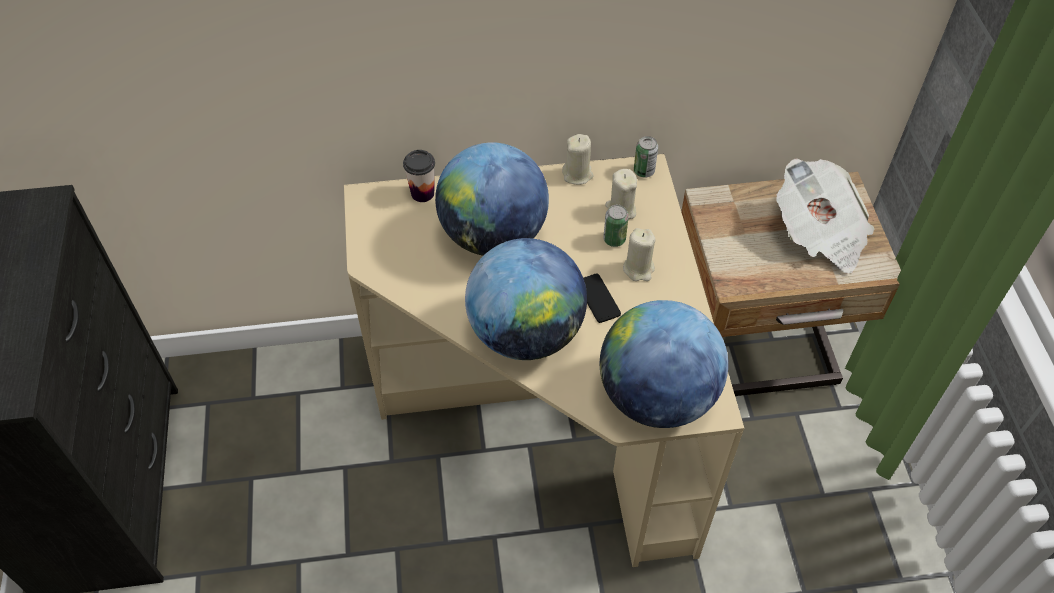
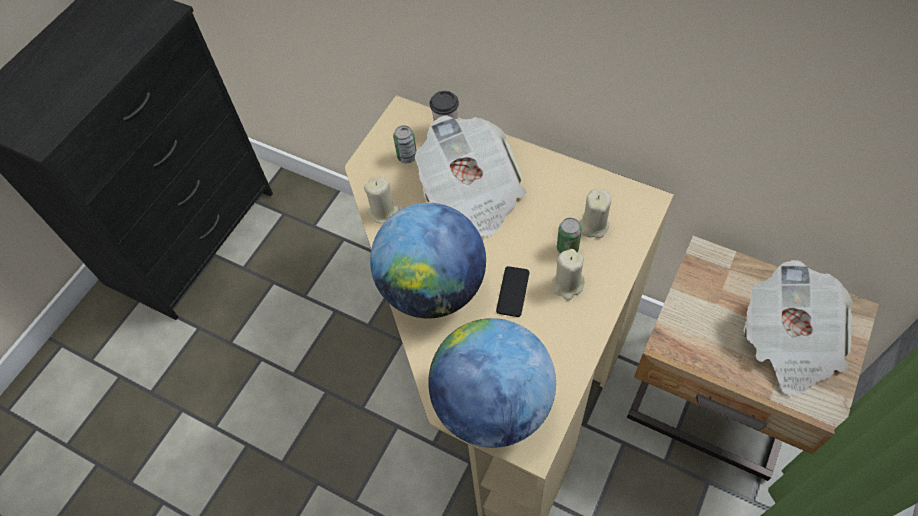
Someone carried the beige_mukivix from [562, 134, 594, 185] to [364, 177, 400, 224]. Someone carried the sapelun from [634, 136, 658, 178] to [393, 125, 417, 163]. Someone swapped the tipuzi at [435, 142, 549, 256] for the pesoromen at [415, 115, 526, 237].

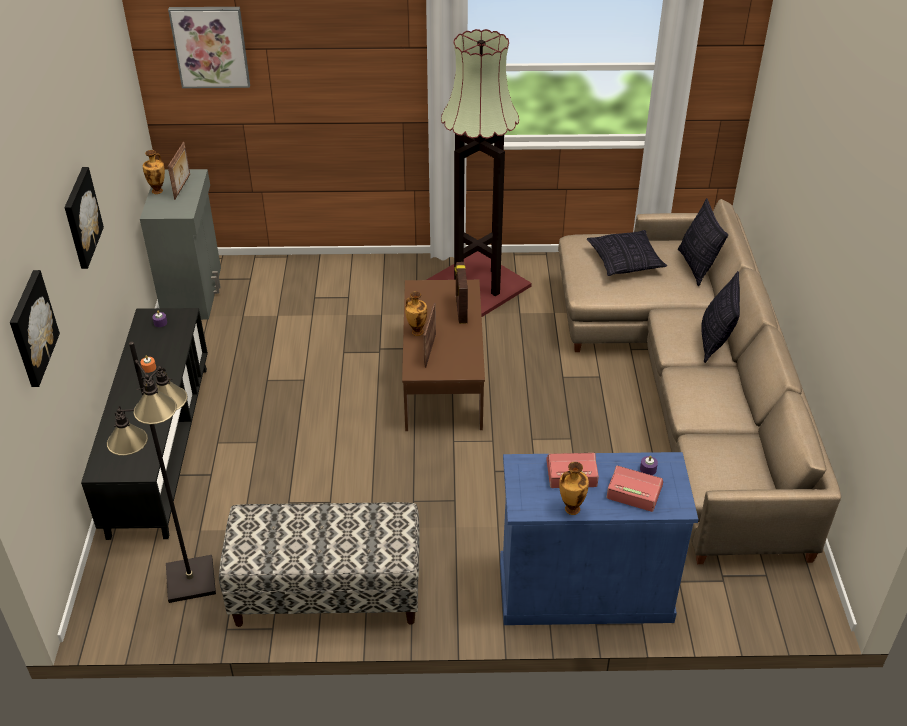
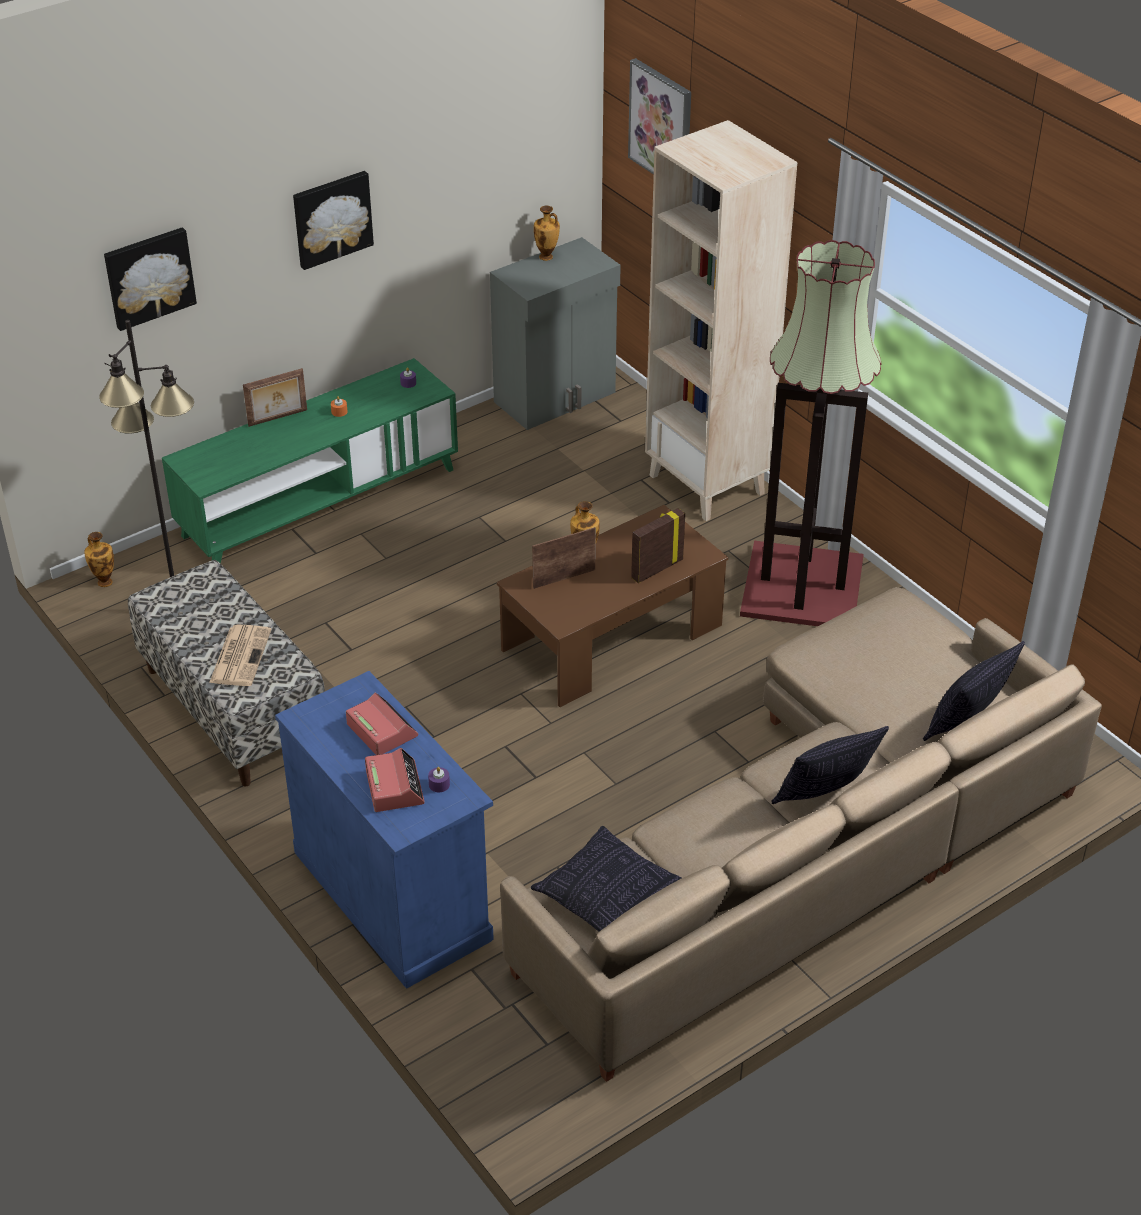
Someone carried the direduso from [168, 142, 190, 200] to [243, 368, 307, 427]. Someone carried the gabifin from [587, 230, 667, 276] to [531, 826, 682, 932]. Someone repainted the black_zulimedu at [81, 308, 208, 540], which became the green_zulimedu at [162, 358, 458, 564]. Someone carried the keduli from [559, 462, 589, 515] to [84, 532, 114, 587]. Someone put down the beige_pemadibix at [645, 120, 797, 521]. Someone put down the pesoromen at [209, 625, 271, 686].

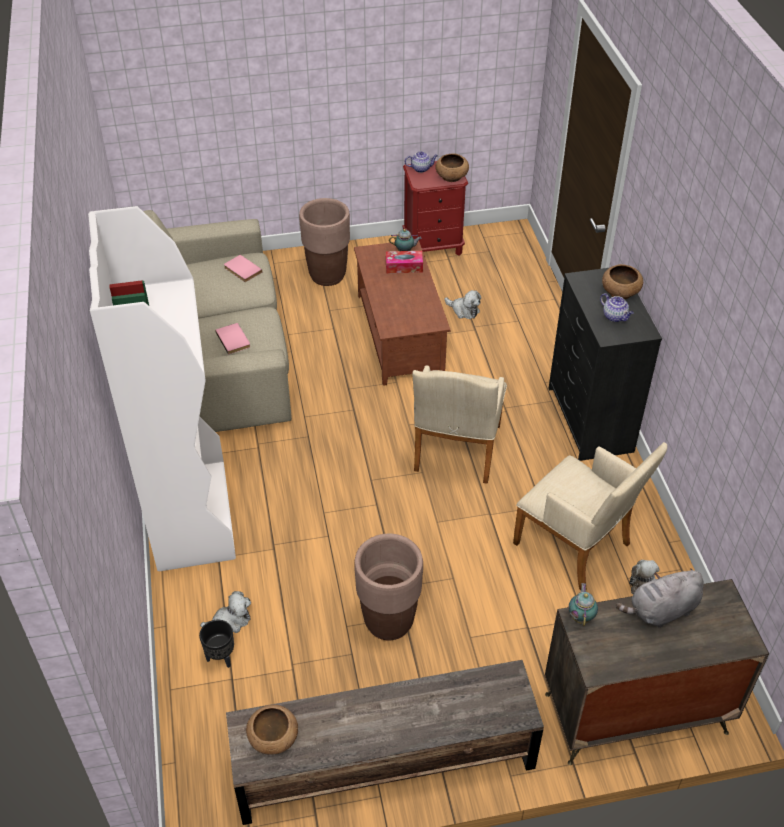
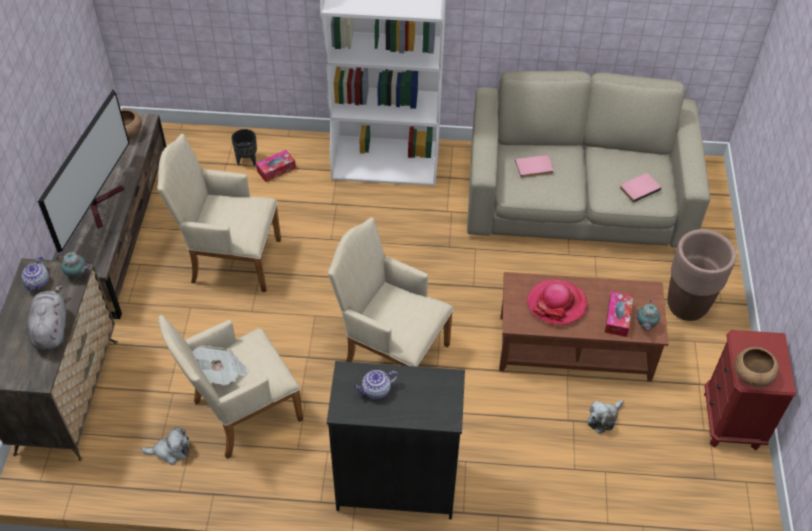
Someone carried the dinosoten from [405, 151, 438, 173] to [22, 257, 49, 291]. Someone took away the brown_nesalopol at [602, 264, 643, 299]. Someone swapped the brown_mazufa at [354, 534, 423, 640] for the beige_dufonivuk at [157, 134, 281, 292]. Someone swapped the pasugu at [200, 591, 251, 633] for the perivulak at [256, 150, 296, 182]. Someone put down the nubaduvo at [38, 90, 130, 253]. Someone put down the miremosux at [527, 279, 588, 326]. Someone put down the pesoromen at [192, 345, 249, 386].

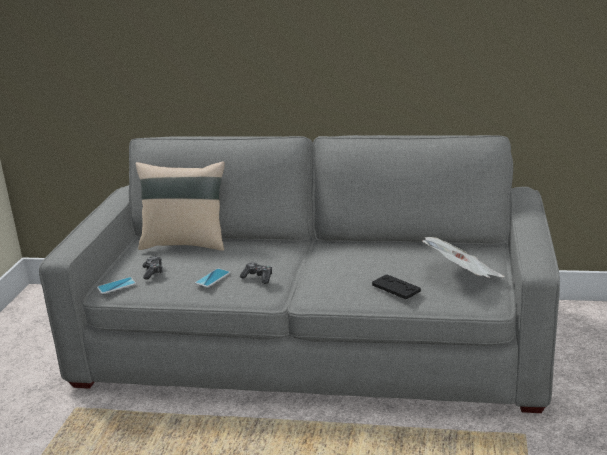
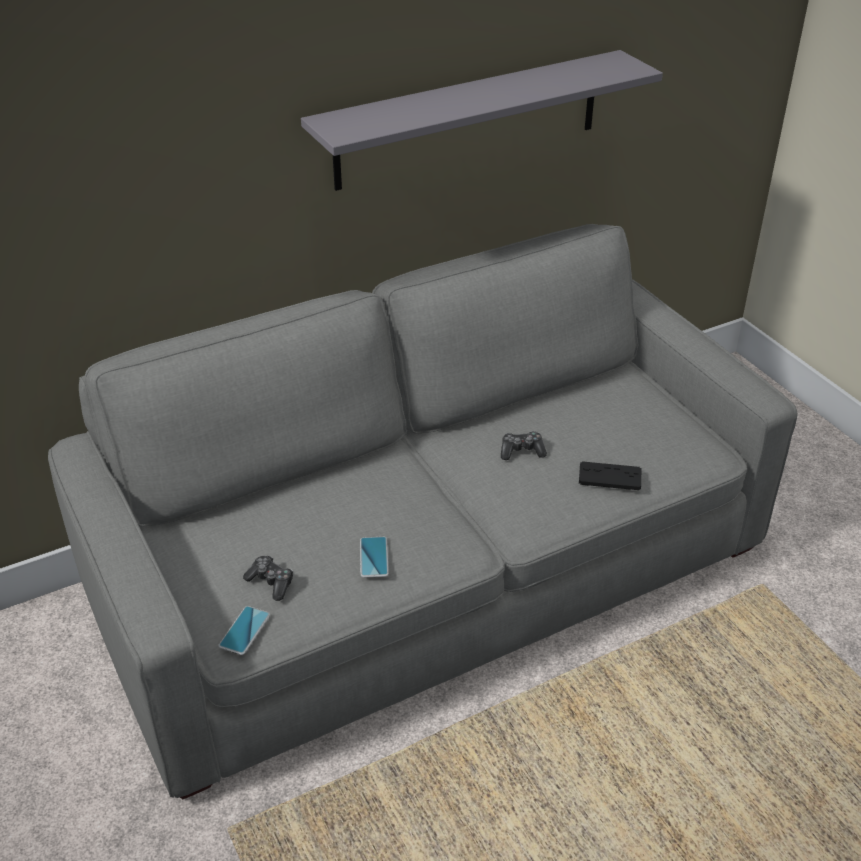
Someone took away the beige_gabifin at [136, 161, 225, 251]. Someone took away the pesoromen at [422, 237, 505, 278]. Someone carried the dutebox from [240, 262, 272, 284] to [501, 431, 547, 460]. Someone put up the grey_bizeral at [301, 50, 663, 191].

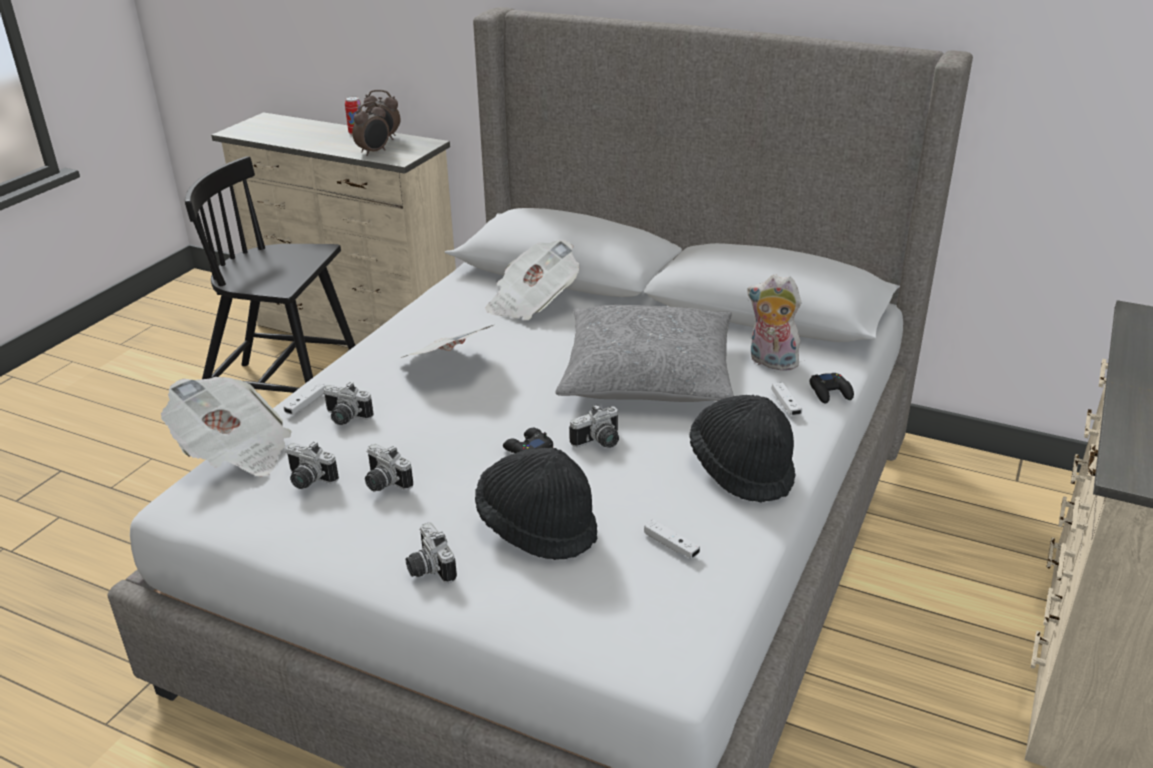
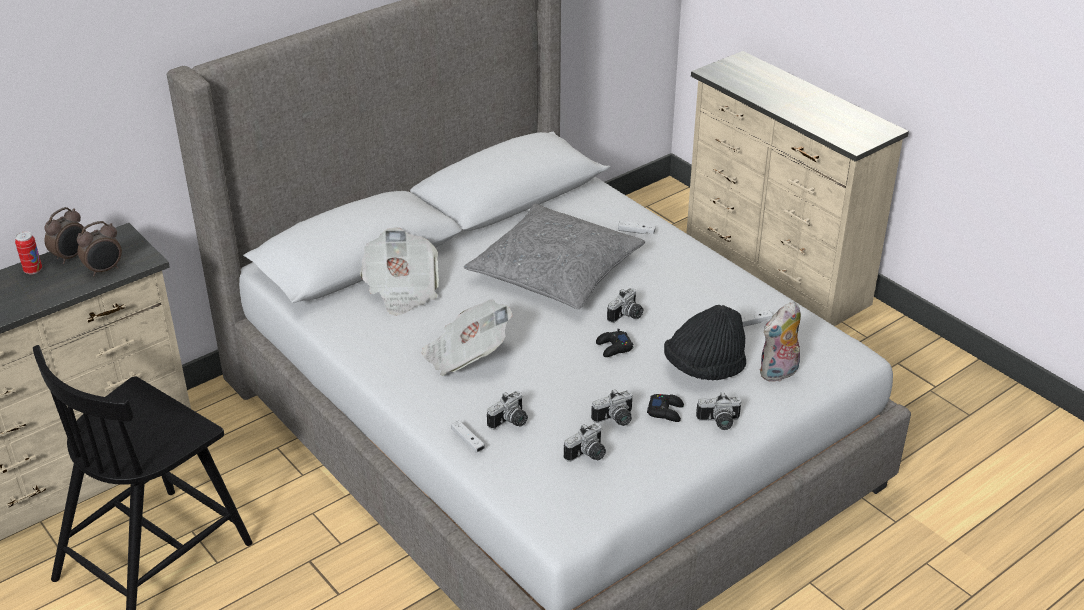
Someone rotated the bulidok at [352, 102, 389, 156] by 75 degrees clockwise. Someone carried the pasugu from [747, 274, 802, 371] to [760, 302, 801, 383]. Someone carried the black_dutebox from [809, 373, 854, 404] to [647, 394, 684, 422]. Someone took away the pesoromen at [161, 377, 292, 476]. Someone took away the black_miremosux at [689, 395, 796, 503]. Someone rotated the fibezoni at [569, 404, 619, 448] by 45 degrees clockwise.

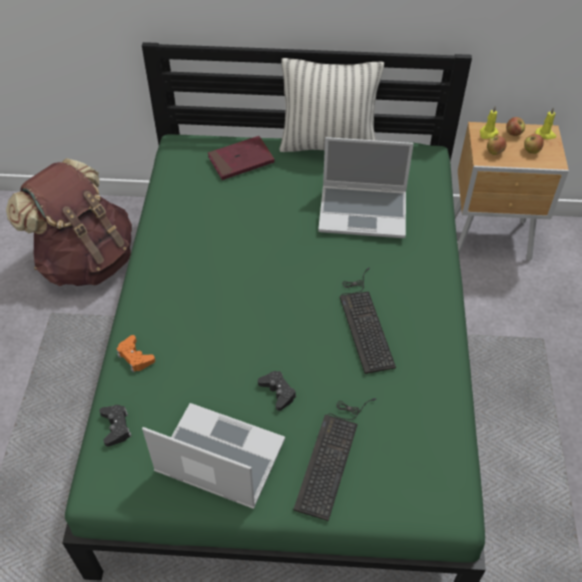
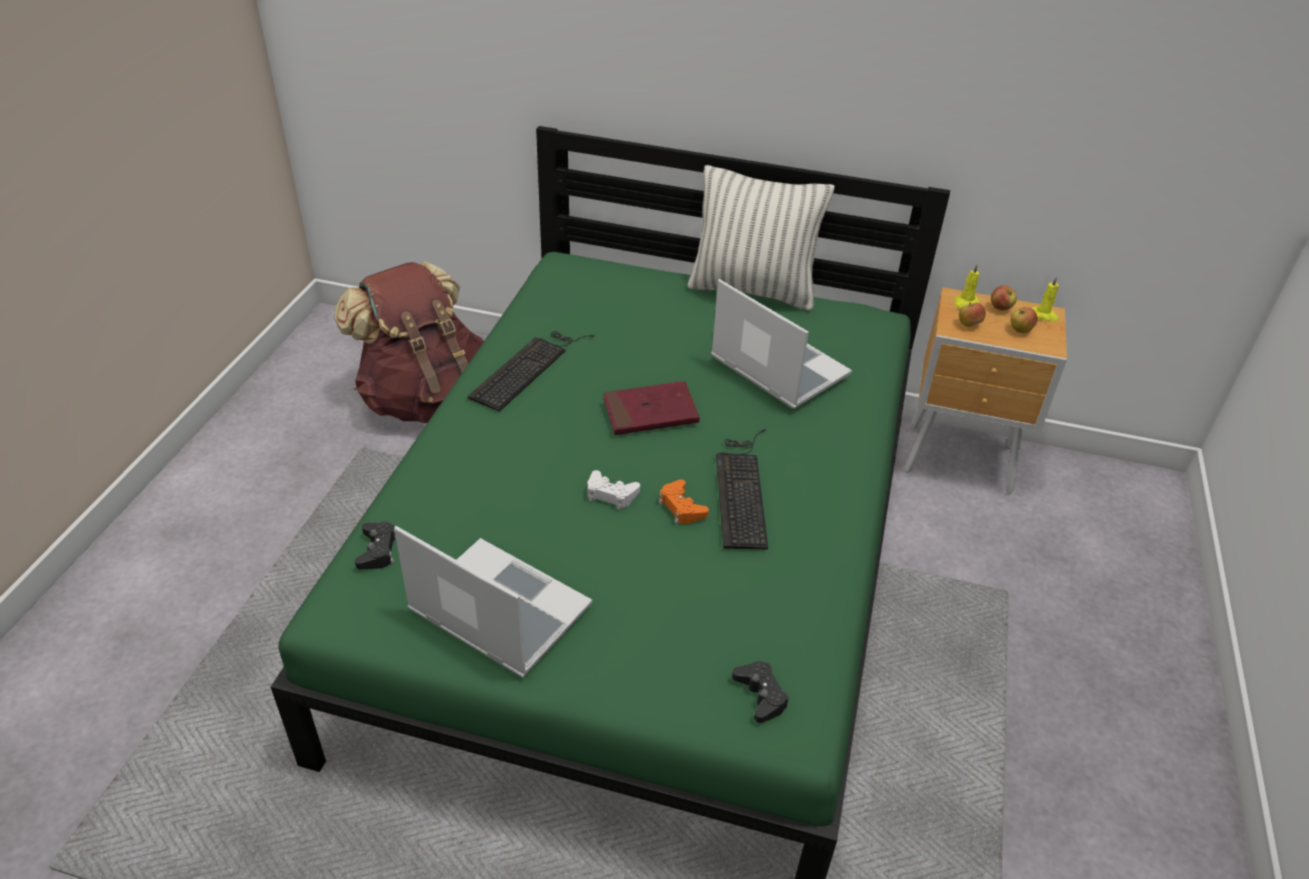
Someone carried the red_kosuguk from [208, 136, 275, 180] to [603, 381, 700, 435]. Someone rotated the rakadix at [318, 137, 414, 238] by 150 degrees counterclockwise. Someone carried the orange_dutebox from [117, 335, 155, 372] to [658, 479, 709, 524]. Someone carried the black_dutebox from [258, 371, 296, 411] to [732, 661, 789, 723]. Someone carried the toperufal from [293, 398, 376, 521] to [468, 331, 595, 412]. Someone put down the white_dutebox at [588, 470, 640, 510].

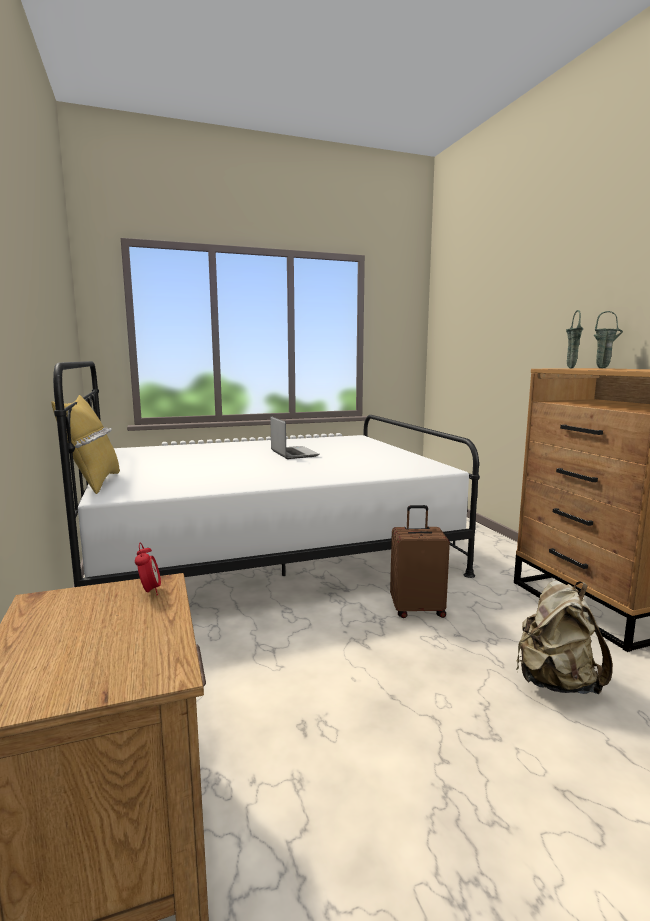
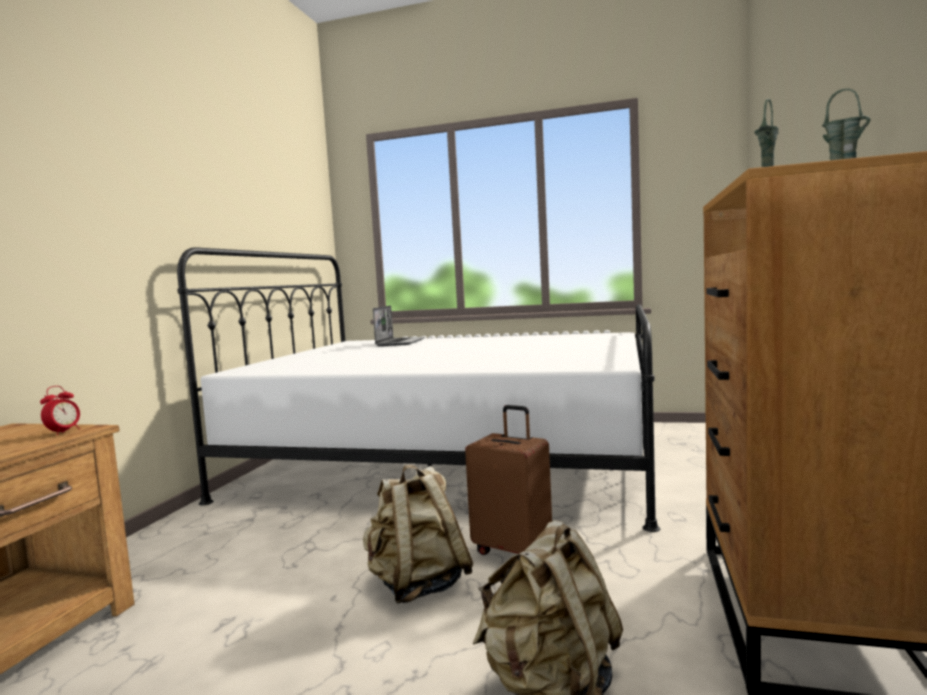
Someone took away the yellow_gabifin at [51, 395, 120, 494]. Someone carried the rakadix from [270, 416, 320, 459] to [373, 306, 425, 346]. Someone put down the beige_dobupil at [363, 465, 474, 604].

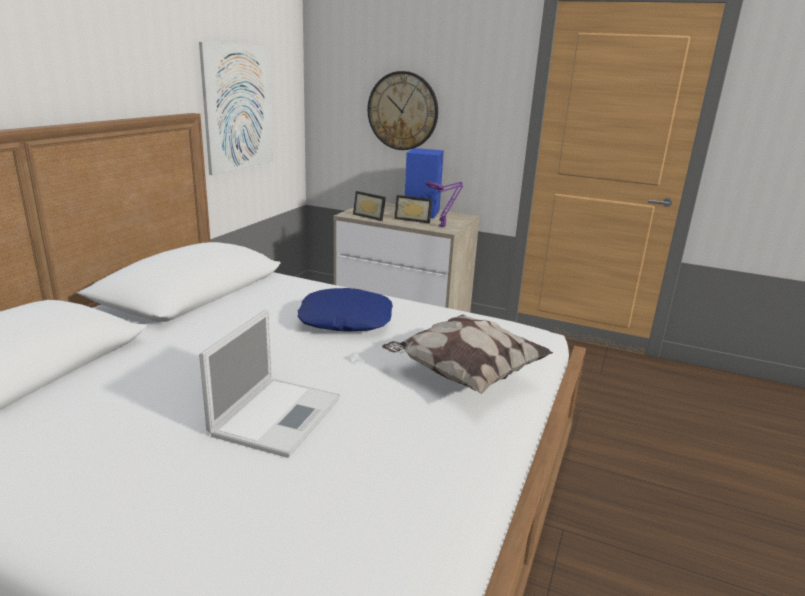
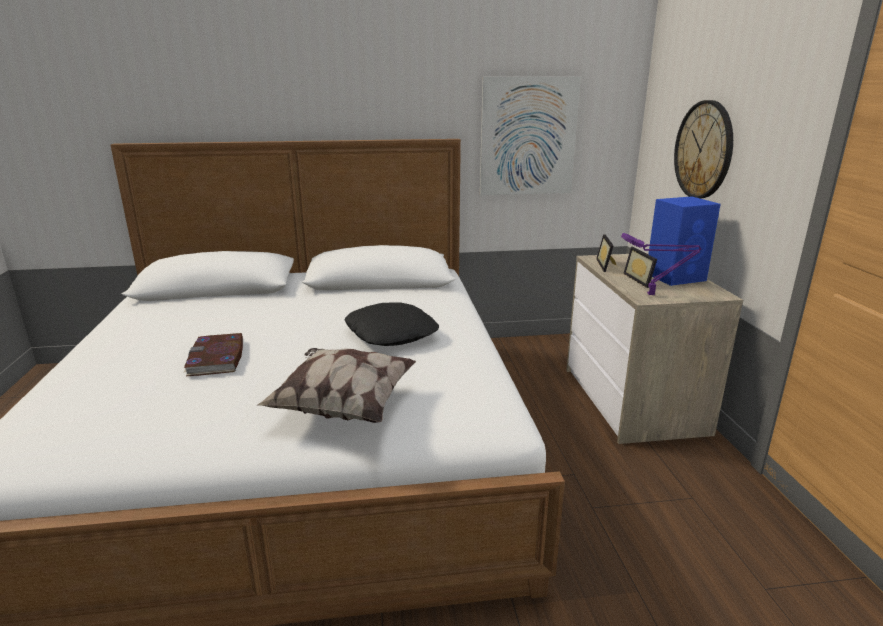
Someone repainted the blue_gabifin at [298, 288, 393, 332], which became the black_gabifin at [344, 302, 439, 346]. Someone swapped the rakadix at [199, 309, 341, 458] for the kosuguk at [184, 333, 243, 376].

